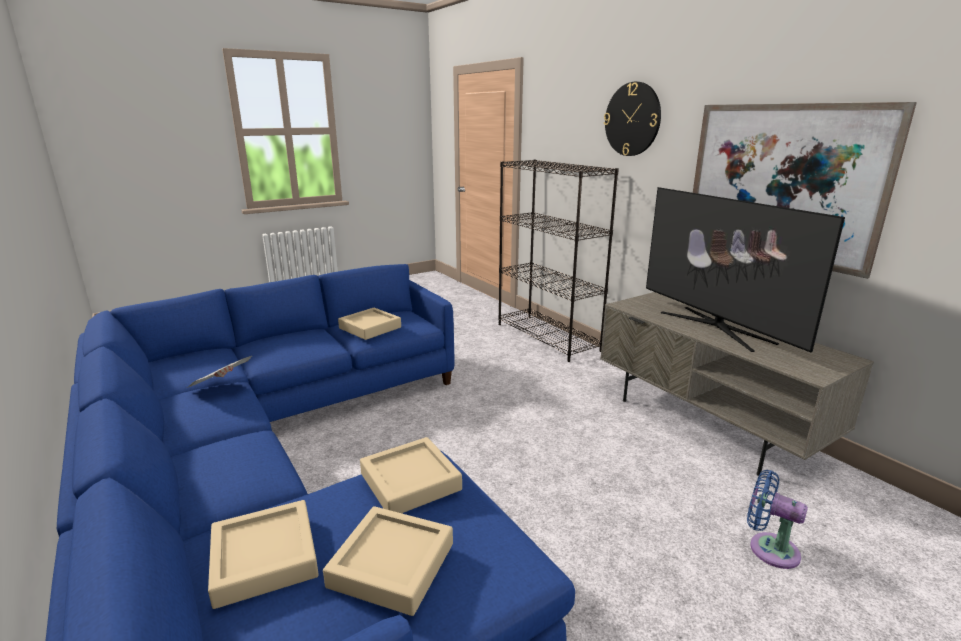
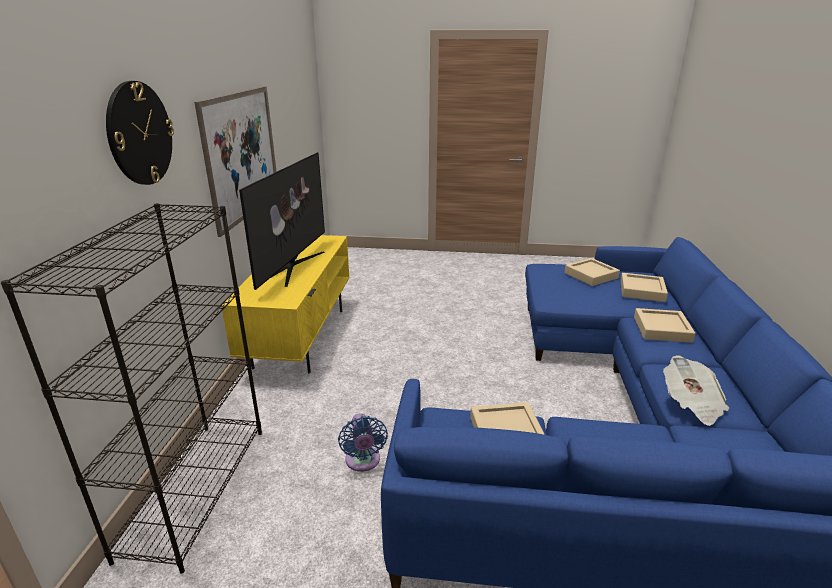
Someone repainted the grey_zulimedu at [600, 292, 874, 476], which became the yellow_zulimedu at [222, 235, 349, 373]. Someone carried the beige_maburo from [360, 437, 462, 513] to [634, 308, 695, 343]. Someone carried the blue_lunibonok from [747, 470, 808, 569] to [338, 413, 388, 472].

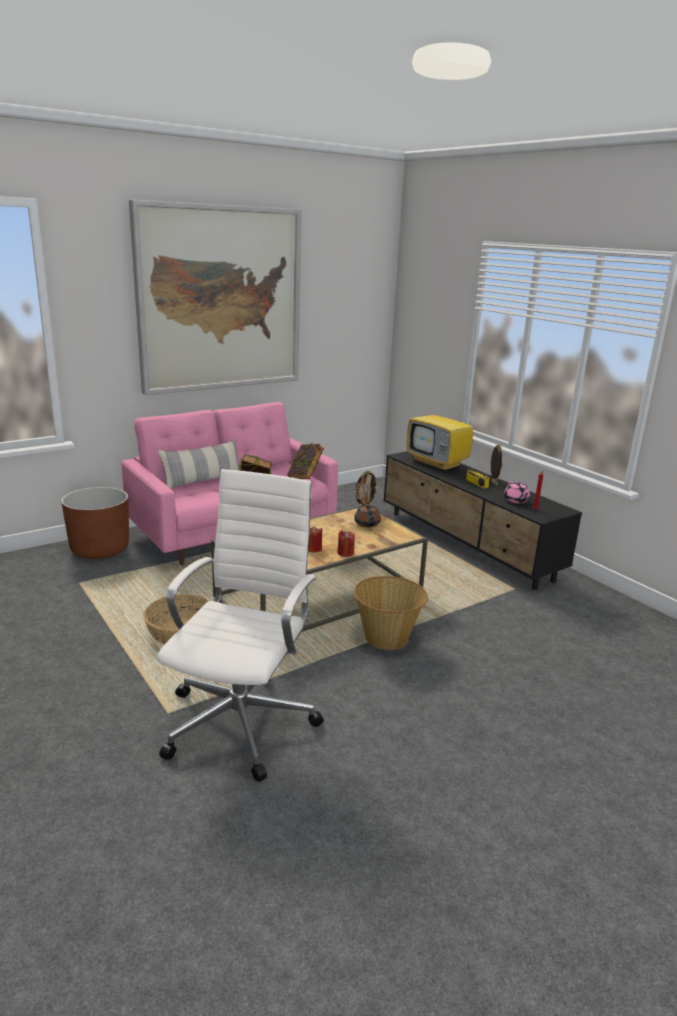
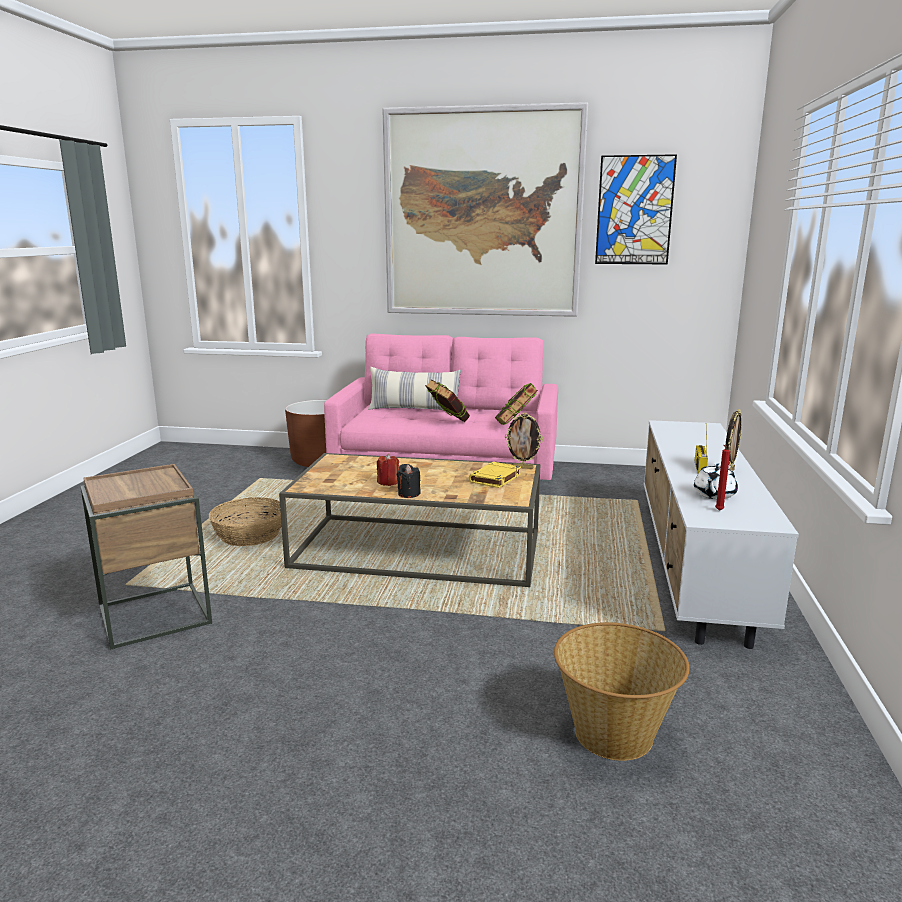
Someone took away the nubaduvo at [407, 393, 473, 471]. Someone repainted the black_zulimedu at [383, 451, 582, 590], which became the white_zulimedu at [644, 420, 799, 649]. Someone swapped the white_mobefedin at [157, 469, 324, 782] for the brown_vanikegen at [80, 464, 212, 650]. Someone repainted the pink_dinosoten at [504, 481, 530, 504], which became the white_dinosoten at [694, 463, 738, 499]. Someone swapped the brown_dinosoten at [354, 504, 381, 527] for the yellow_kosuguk at [469, 462, 521, 488]. Someone repainted the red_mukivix at [337, 530, 355, 557], which became the black_mukivix at [397, 464, 421, 498]. Someone carried the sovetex from [354, 576, 428, 650] to [554, 622, 689, 761]. Someone put up the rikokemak at [595, 154, 677, 265].

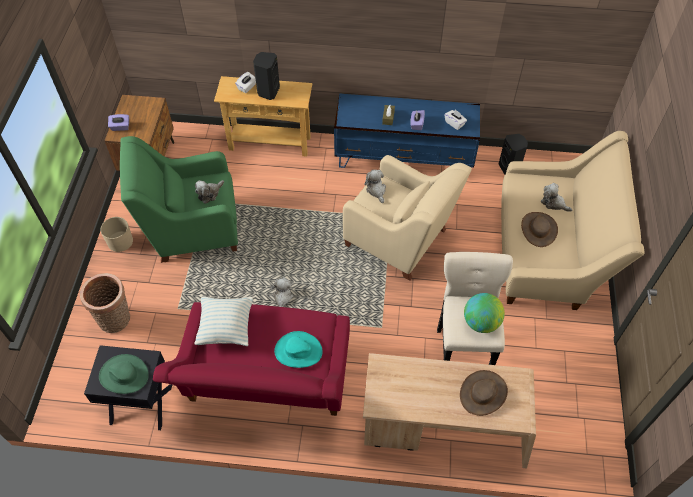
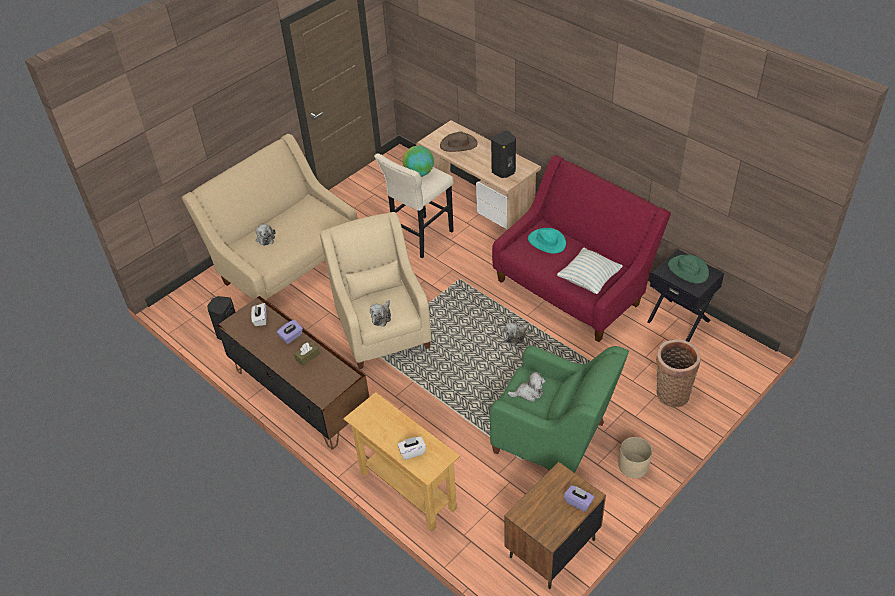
Someone carried the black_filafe from [253, 52, 280, 100] to [491, 131, 516, 178]. Someone repainted the blue_zulimedu at [334, 94, 480, 168], which became the brown_zulimedu at [217, 296, 369, 450]. Someone took away the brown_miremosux at [521, 212, 558, 247].

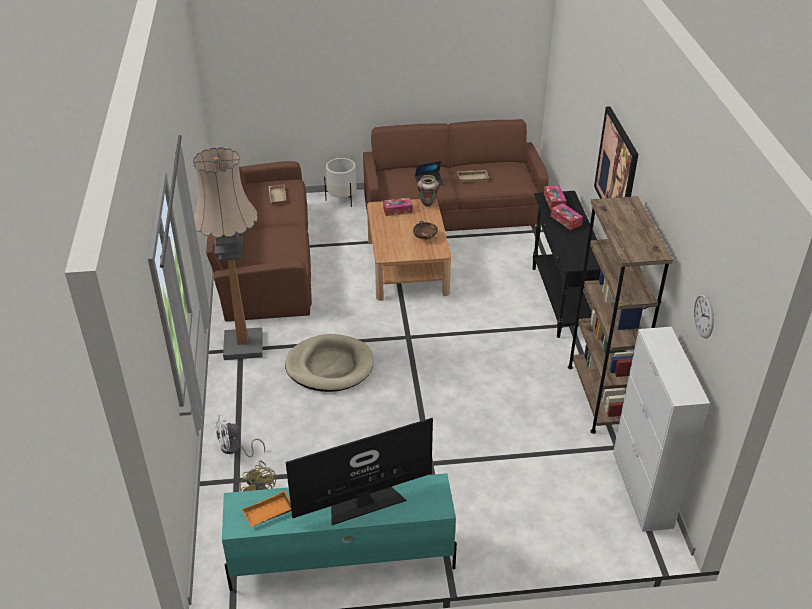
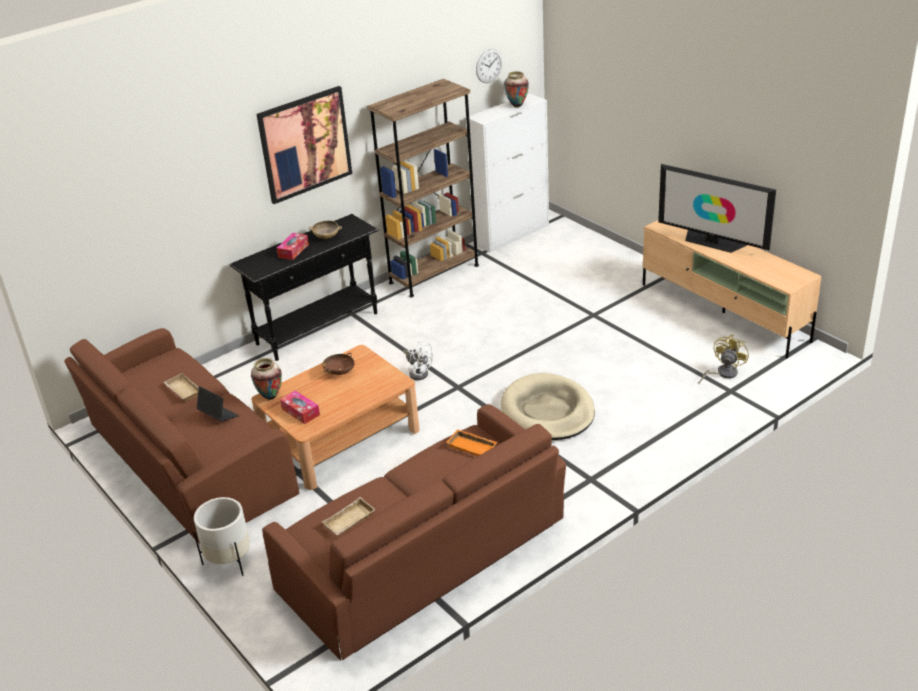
Someone took away the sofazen at [193, 147, 263, 360]. Someone took away the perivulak at [544, 185, 567, 210]. Someone carried the white_lunibonok from [215, 414, 265, 457] to [403, 340, 433, 380]. Someone repainted the turquoise_zulimedu at [222, 473, 457, 591], which became the beige_zulimedu at [643, 220, 822, 358]. Someone carried the orange_maburo from [242, 491, 291, 527] to [447, 429, 498, 456]. Someone put down the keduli at [504, 71, 529, 108]. Someone put down the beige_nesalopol at [309, 221, 342, 239].

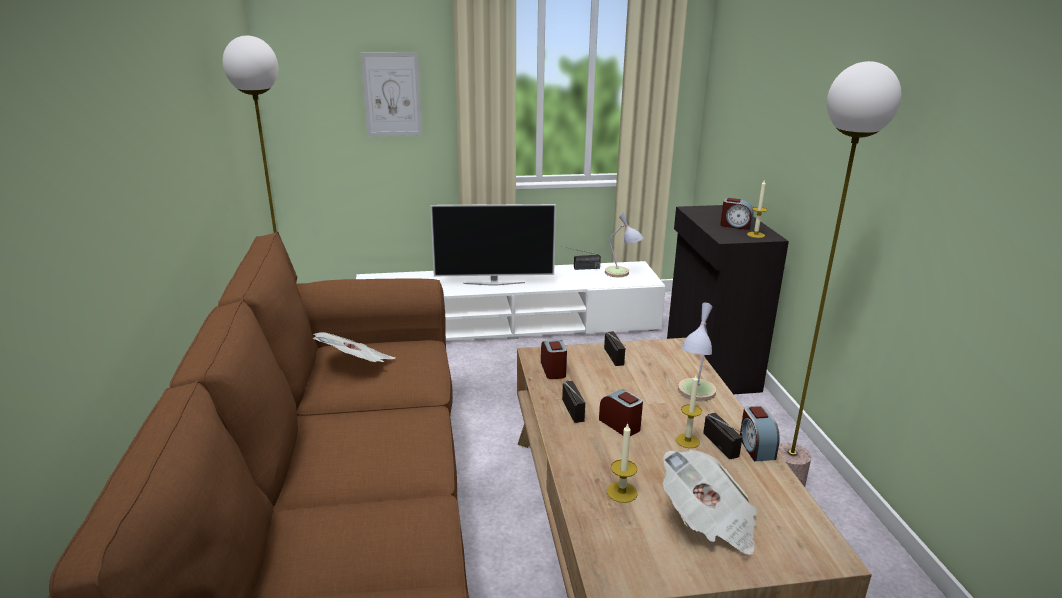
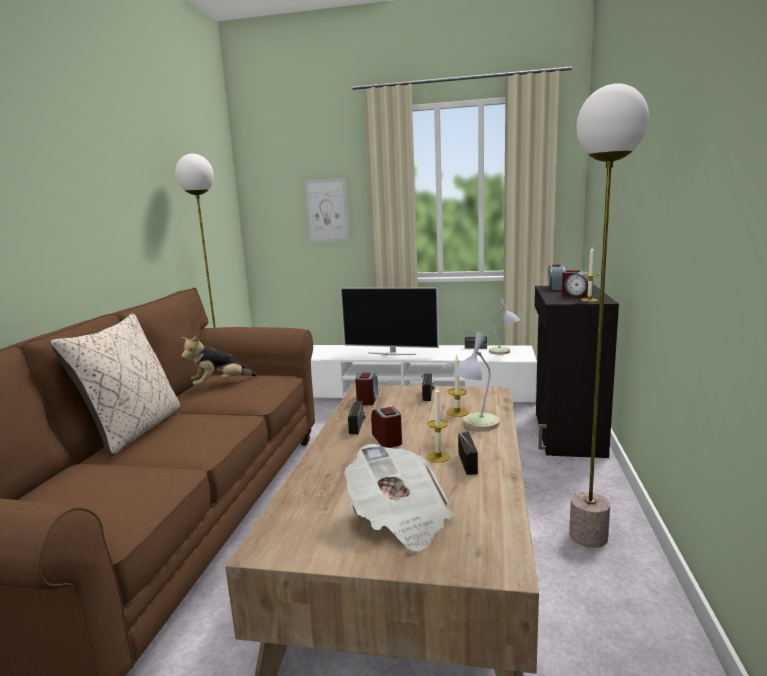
Someone swapped the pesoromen at [313, 332, 395, 362] for the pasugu at [181, 336, 257, 386]. Someone carried the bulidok from [740, 406, 780, 461] to [548, 264, 565, 290]. Someone carried the mukivix from [607, 423, 638, 503] to [446, 356, 469, 417]. Someone put down the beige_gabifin at [51, 314, 180, 456].

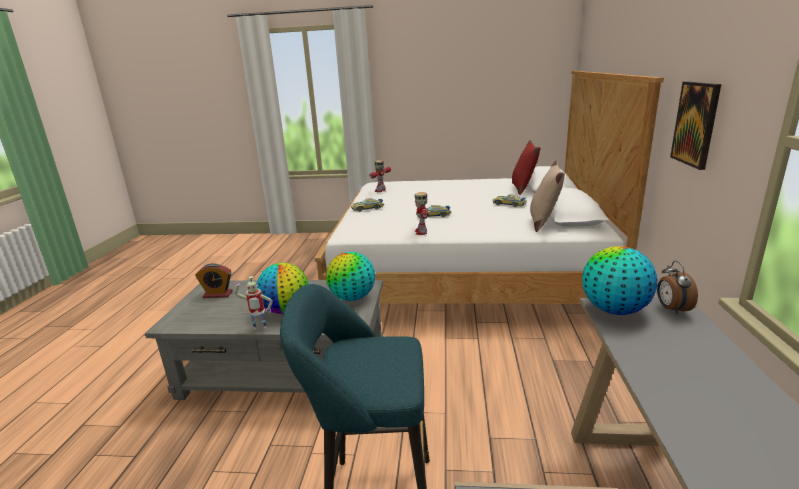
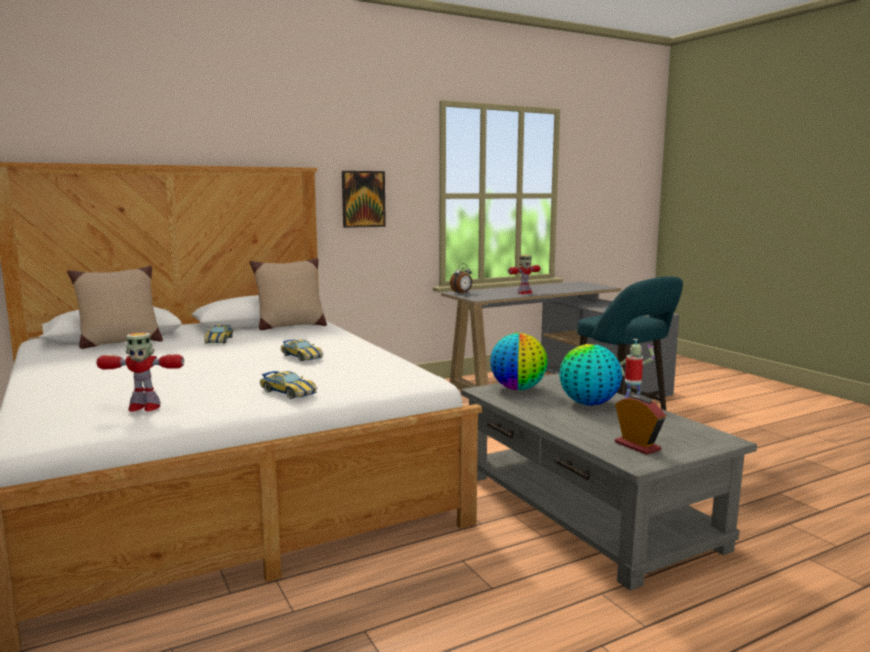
Someone repainted the red_gabifin at [512, 140, 541, 195], which became the beige_gabifin at [67, 266, 163, 349]. Someone carried the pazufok from [415, 192, 428, 235] to [508, 255, 541, 294]. Someone took away the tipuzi at [582, 246, 658, 315].

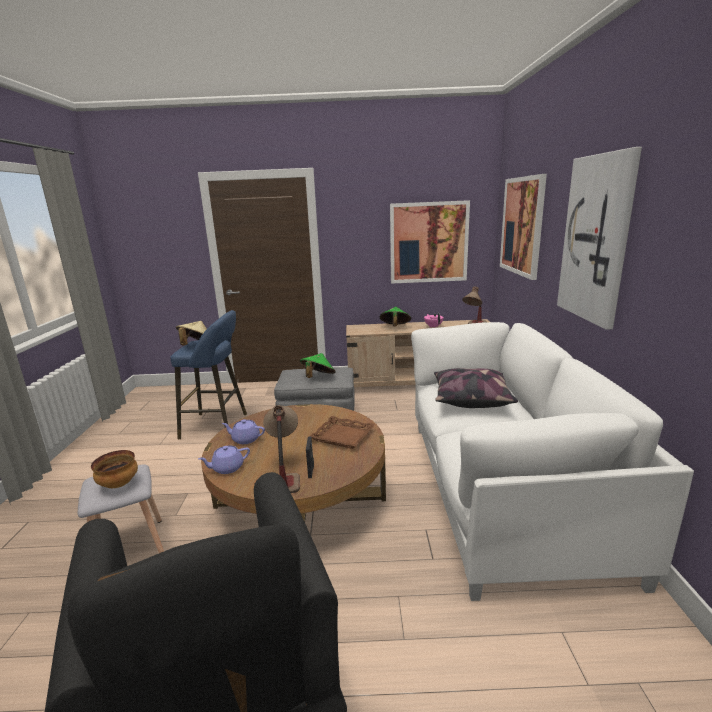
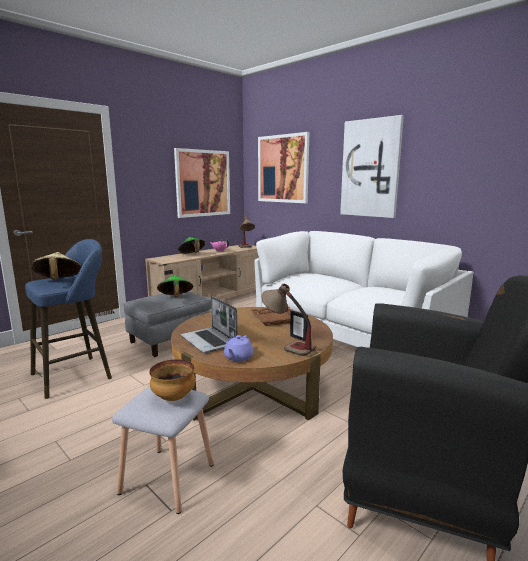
Someone took away the gabifin at [434, 368, 518, 408]. Someone swapped the purple_dinosoten at [222, 419, 265, 444] for the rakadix at [181, 296, 238, 353].

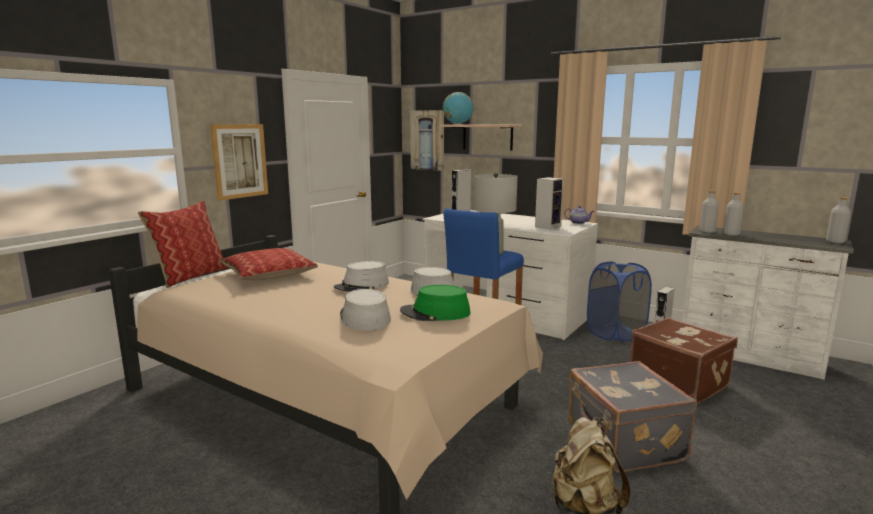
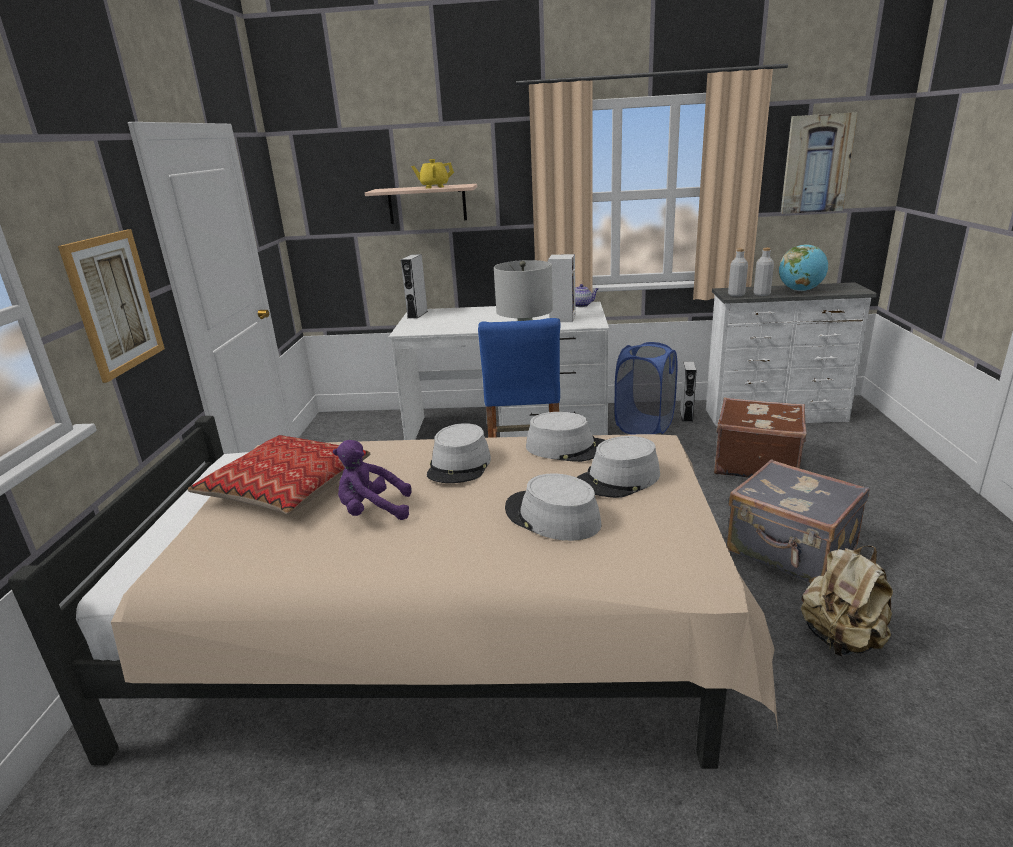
Someone carried the tipuzi from [443, 92, 473, 124] to [779, 244, 828, 291]. Someone carried the rikokemak from [410, 110, 444, 171] to [781, 112, 858, 214]. Someone took away the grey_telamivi at [826, 197, 851, 243]. Someone took away the gabifin at [138, 200, 228, 288]. Someone repainted the green_miremosux at [400, 285, 471, 321], which became the grey_miremosux at [577, 436, 660, 498]. Someone put down the yellow_dinosoten at [411, 159, 454, 188]. Someone put down the purple_pasugu at [333, 440, 412, 520].

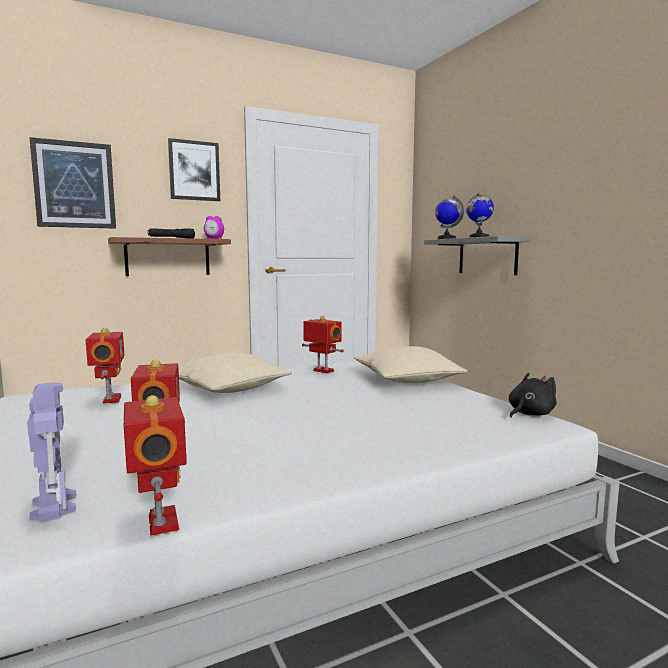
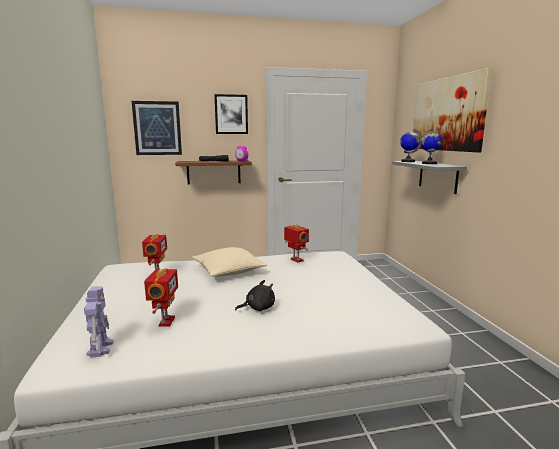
Someone took away the beige_gabifin at [354, 346, 468, 383]. Someone carried the black_pasugu from [509, 373, 557, 418] to [235, 280, 275, 311]. Someone took away the pazufok at [124, 395, 187, 536]. Someone put up the rikokemak at [413, 68, 492, 152].

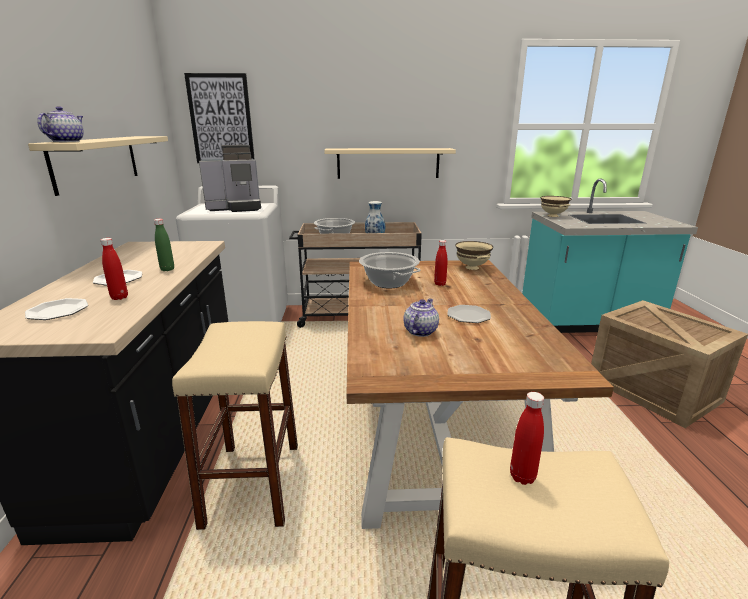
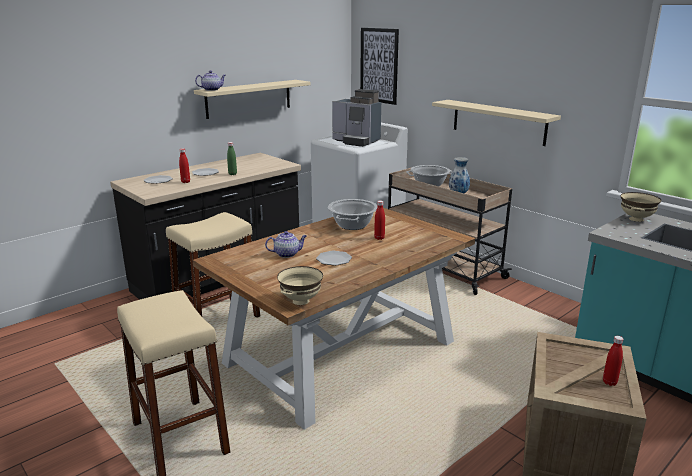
Someone carried the beige_nesalopol from [455, 241, 493, 270] to [277, 266, 323, 305]. Someone carried the red_telamivi from [510, 392, 544, 485] to [603, 336, 623, 386].

